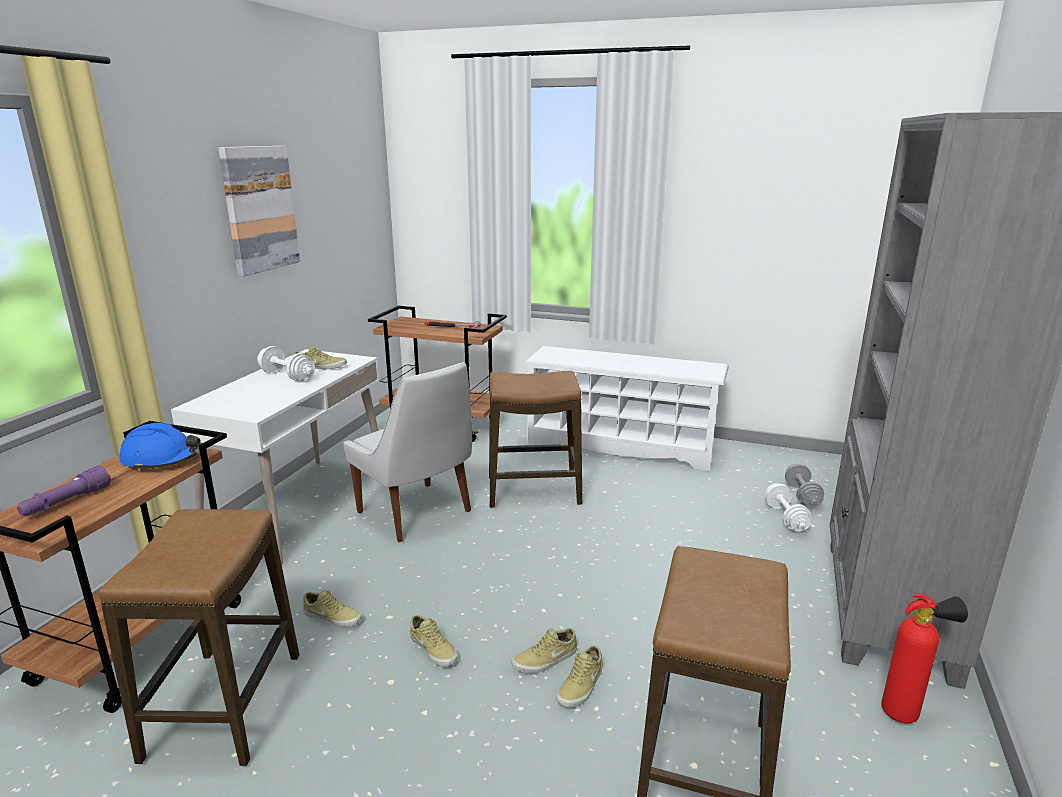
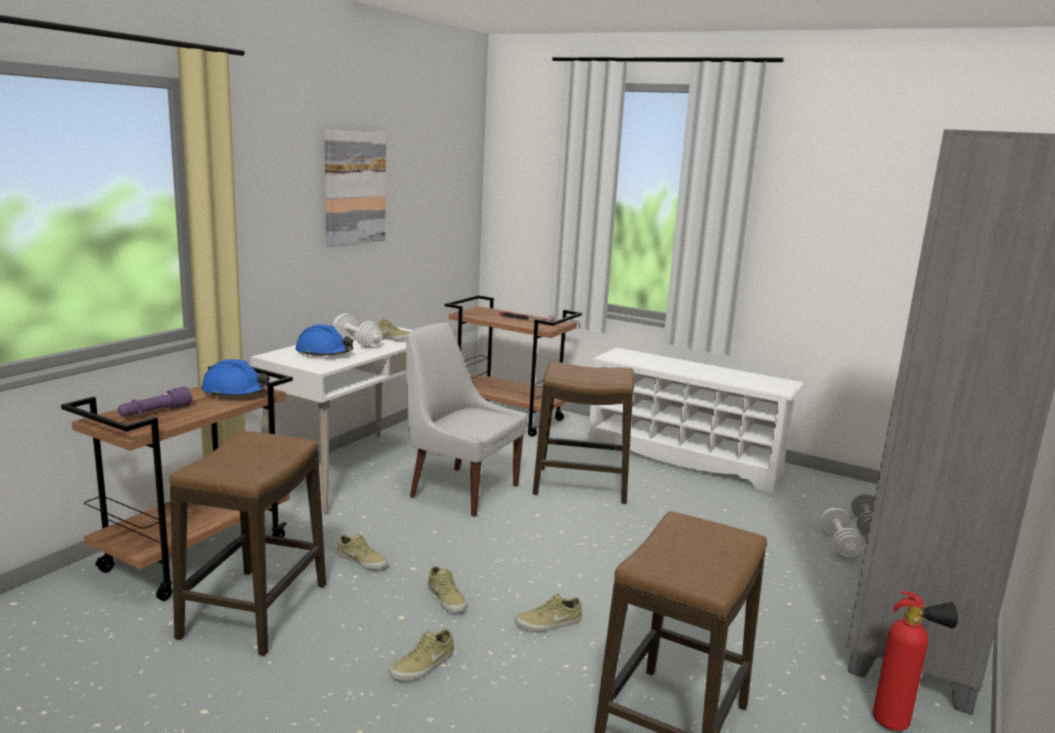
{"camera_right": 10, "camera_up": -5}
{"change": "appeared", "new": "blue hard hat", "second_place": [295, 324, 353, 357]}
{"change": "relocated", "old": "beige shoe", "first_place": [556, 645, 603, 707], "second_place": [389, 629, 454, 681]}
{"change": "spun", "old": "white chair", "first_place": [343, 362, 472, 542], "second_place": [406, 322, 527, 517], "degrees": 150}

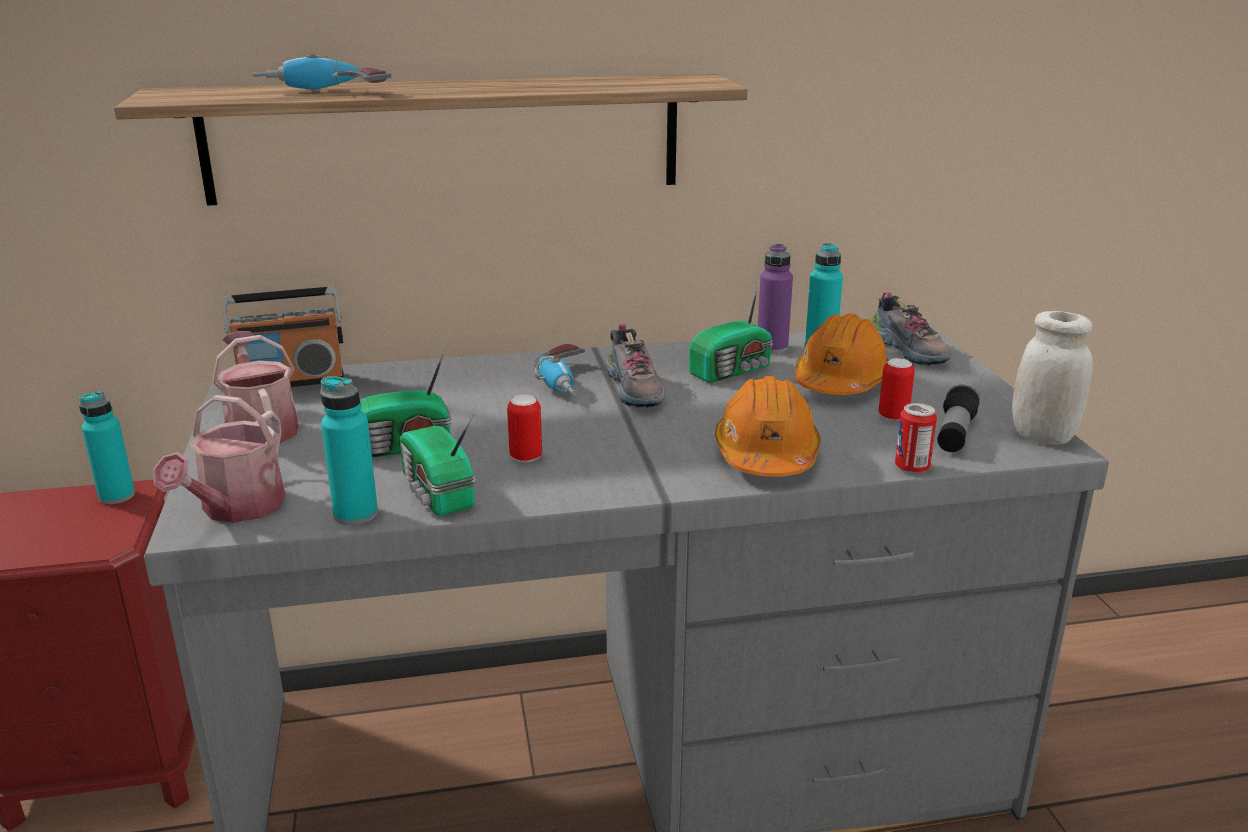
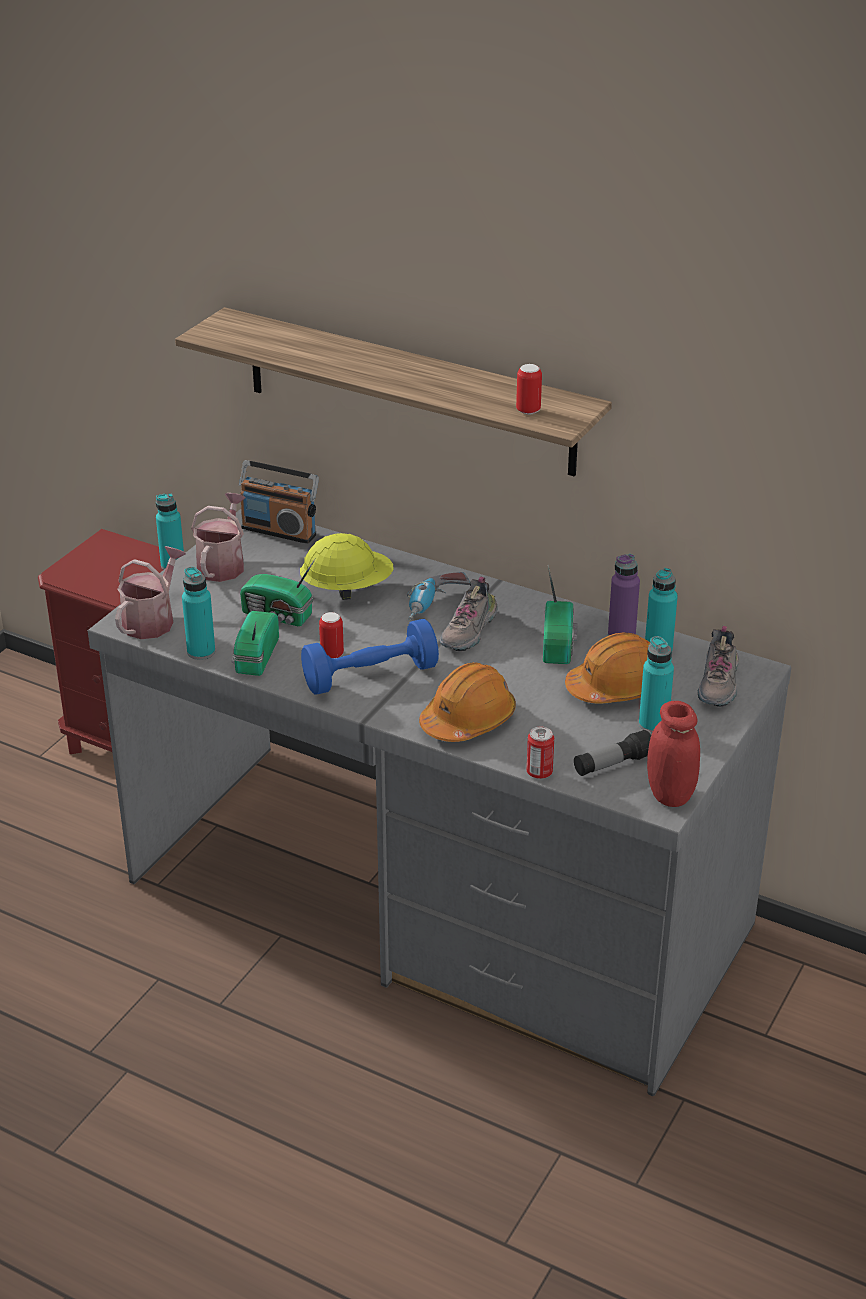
{"camera_right": 40, "camera_up": 10}
{"change": "missing", "old": "power drill", "first_place": [253, 54, 391, 92]}
{"change": "appeared", "new": "yellow hard hat", "second_place": [300, 533, 393, 600]}
{"change": "appeared", "new": "blue dumbbell", "second_place": [301, 619, 439, 694]}
{"change": "appeared", "new": "turquoise bottle", "second_place": [639, 636, 674, 732]}
{"change": "relocated", "old": "can", "first_place": [879, 358, 915, 421], "second_place": [516, 364, 542, 414]}
{"change": "colour", "old": "white jar", "new": "red jar", "first_place": [1012, 311, 1093, 445], "second_place": [647, 701, 700, 807]}
{"change": "spun", "old": "watering can", "first_place": [153, 395, 285, 523], "second_place": [115, 546, 186, 639], "degrees": 150}
{"change": "spun", "old": "radio", "first_place": [689, 280, 773, 383], "second_place": [543, 565, 577, 664], "degrees": -90}

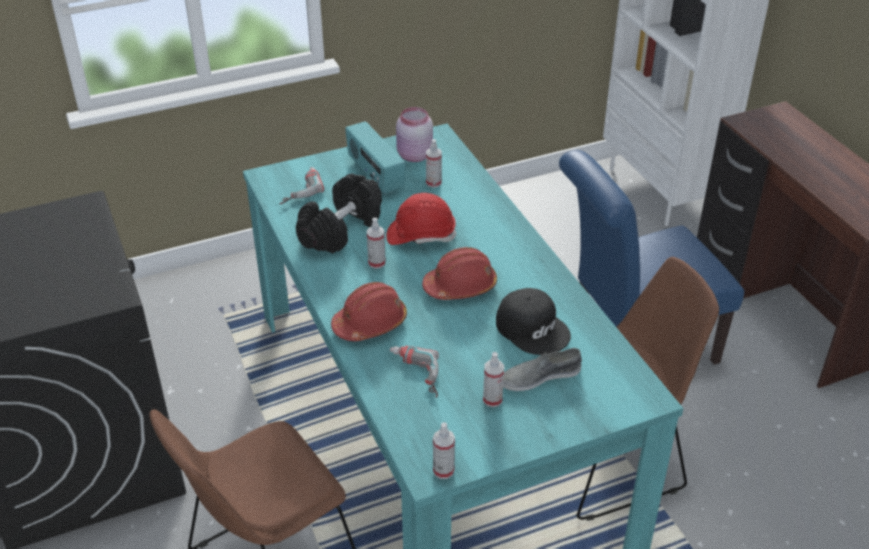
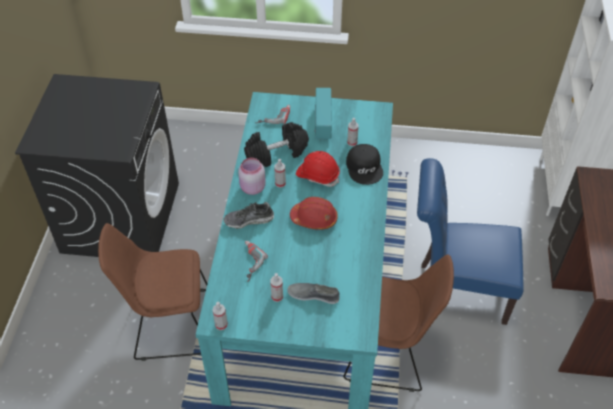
{"camera_right": 30, "camera_up": 10}
{"change": "relocated", "old": "pink jar", "first_place": [396, 107, 433, 162], "second_place": [238, 158, 266, 195]}
{"change": "relocated", "old": "black cap", "first_place": [496, 288, 571, 355], "second_place": [346, 144, 383, 185]}
{"change": "exchanged", "old": "red hard hat", "new": "shoe", "first_place": [331, 282, 407, 341], "second_place": [224, 202, 274, 229]}

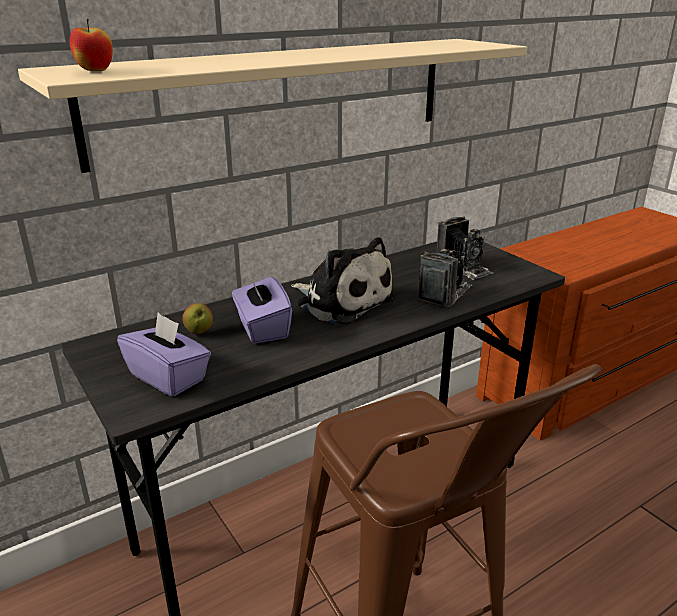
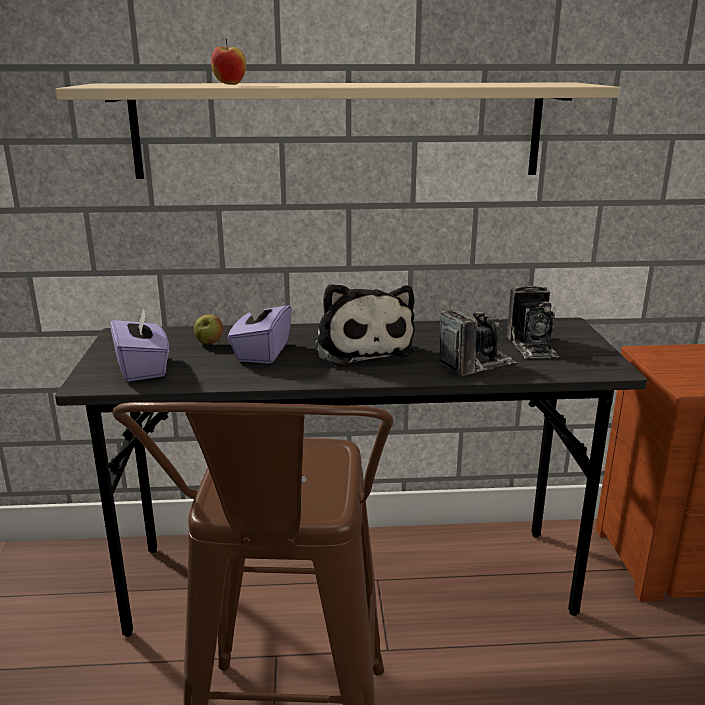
{"camera_right": 30, "camera_up": -5}
{"change": "relocated", "old": "apple", "first_place": [70, 19, 113, 71], "second_place": [211, 39, 246, 85]}

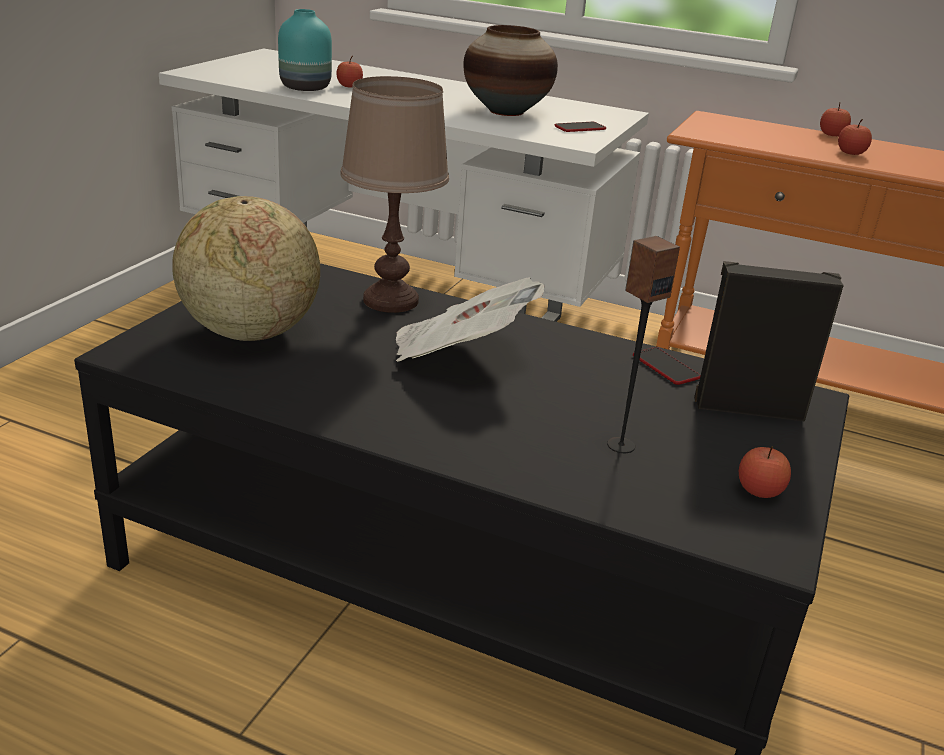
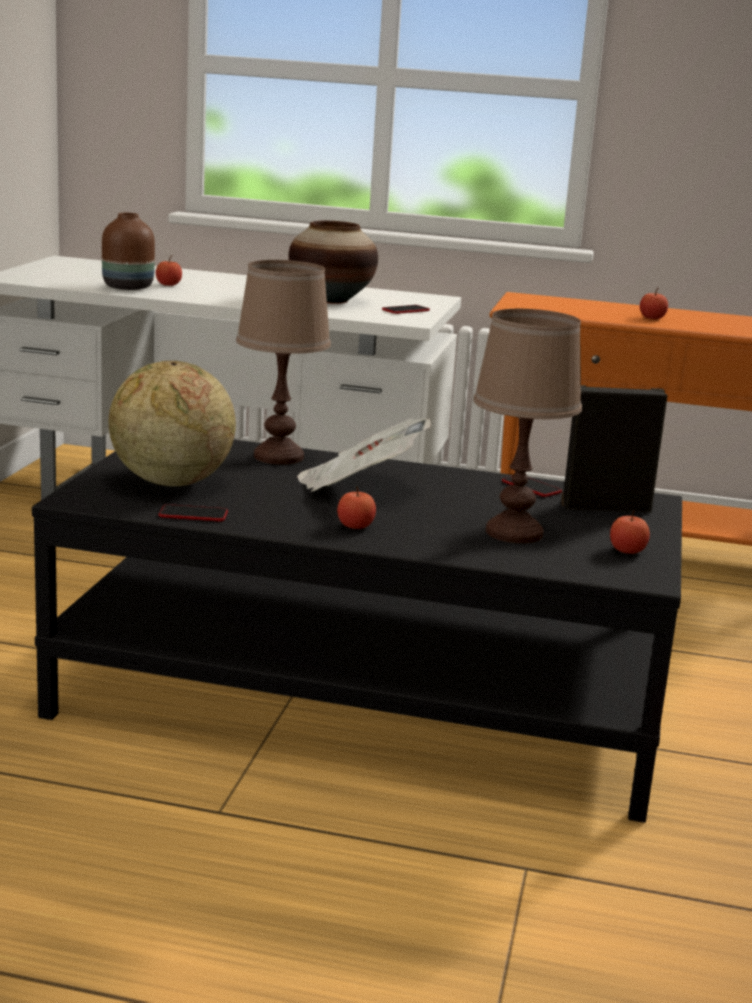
{"camera_right": -10, "camera_up": -10}
{"change": "appeared", "new": "phone", "second_place": [159, 504, 228, 521]}
{"change": "relocated", "old": "apple", "first_place": [820, 103, 851, 136], "second_place": [337, 486, 376, 529]}
{"change": "exchanged", "old": "speaker", "new": "brown table lamp", "first_place": [607, 236, 680, 453], "second_place": [473, 309, 582, 543]}
{"change": "colour", "old": "turquoise vase", "new": "brown vase", "first_place": [278, 9, 332, 91], "second_place": [102, 213, 155, 290]}

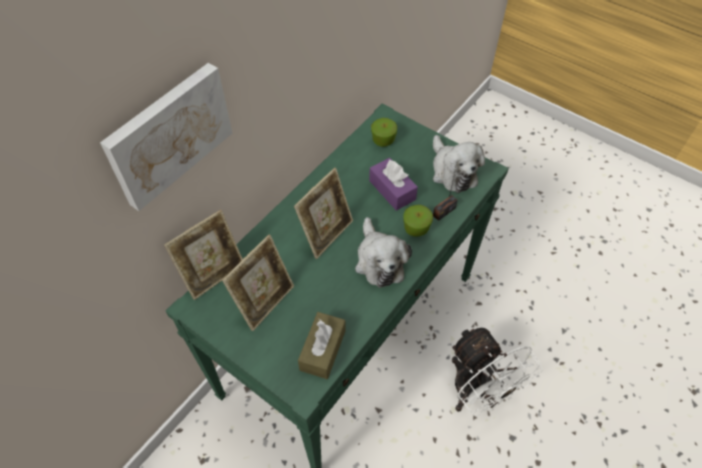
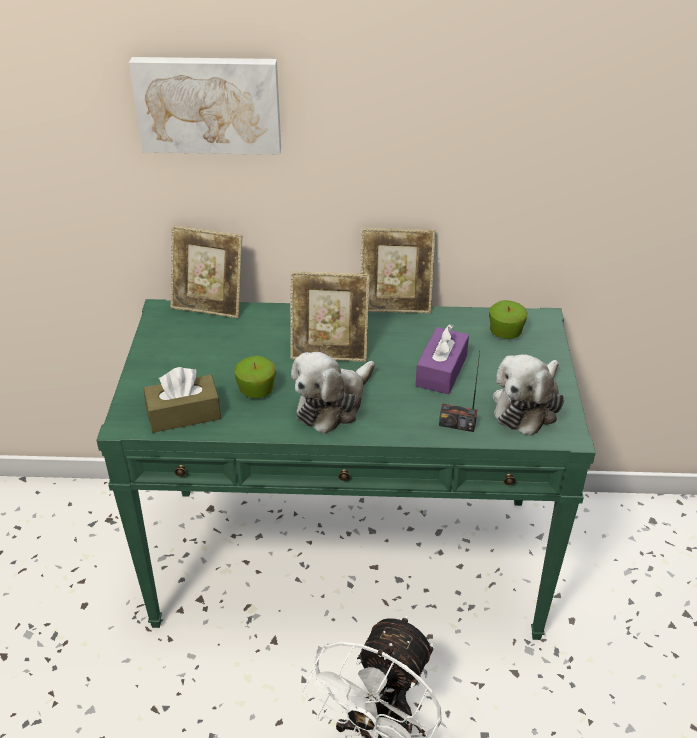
{"camera_right": 55, "camera_up": -15}
{"change": "relocated", "old": "picture frame", "first_place": [222, 235, 294, 331], "second_place": [360, 228, 436, 313]}
{"change": "relocated", "old": "apple", "first_place": [403, 205, 433, 237], "second_place": [234, 356, 276, 398]}

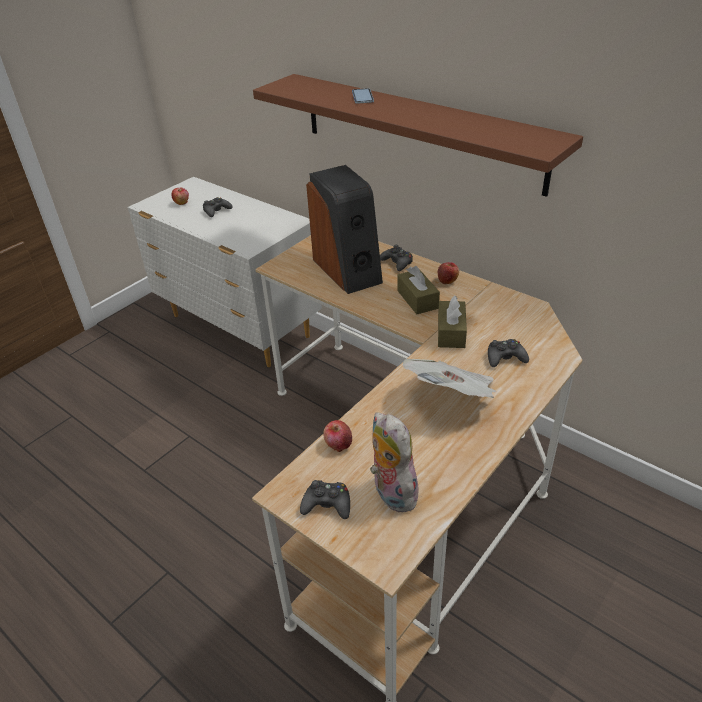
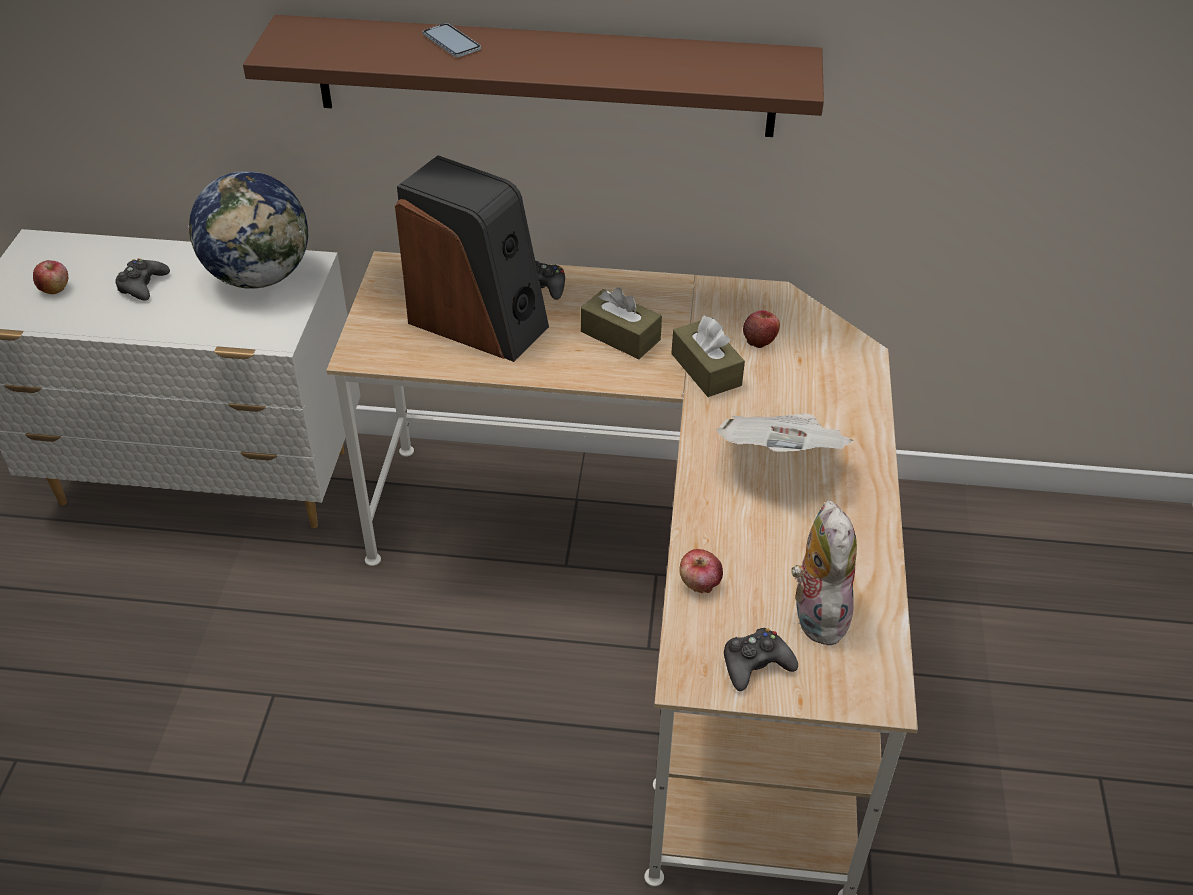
{"camera_right": -35, "camera_up": 5}
{"change": "missing", "old": "black game controller", "first_place": [488, 339, 529, 367]}
{"change": "appeared", "new": "globe", "second_place": [188, 171, 308, 289]}
{"change": "relocated", "old": "apple", "first_place": [438, 262, 459, 284], "second_place": [743, 310, 780, 348]}
{"change": "spun", "old": "plush toy", "first_place": [370, 413, 422, 512], "second_place": [791, 500, 857, 646], "degrees": 60}

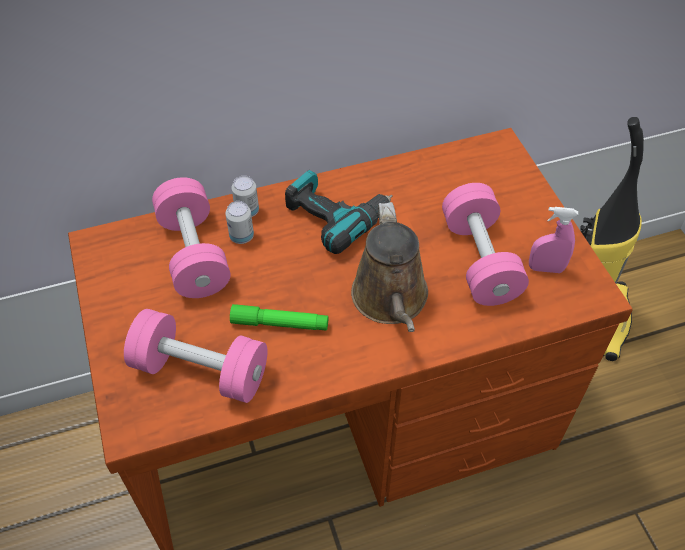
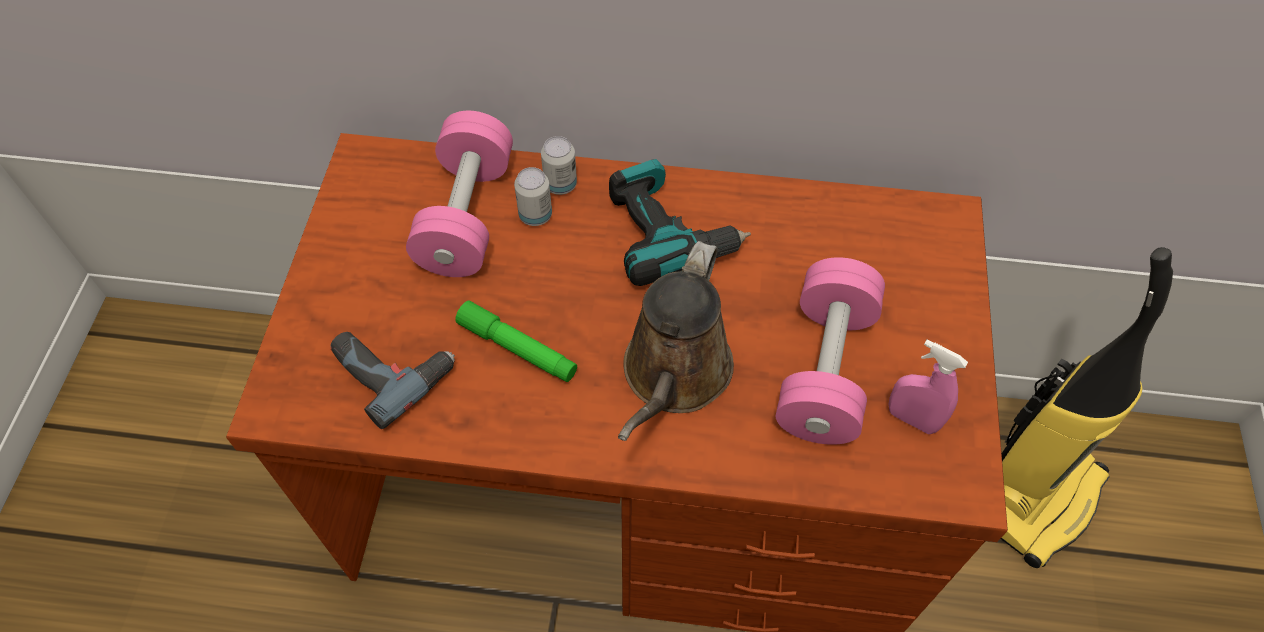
{"camera_right": 25, "camera_up": 5}
{"change": "exchanged", "old": "pink dumbbell", "new": "power drill", "first_place": [124, 309, 267, 403], "second_place": [331, 332, 455, 429]}

